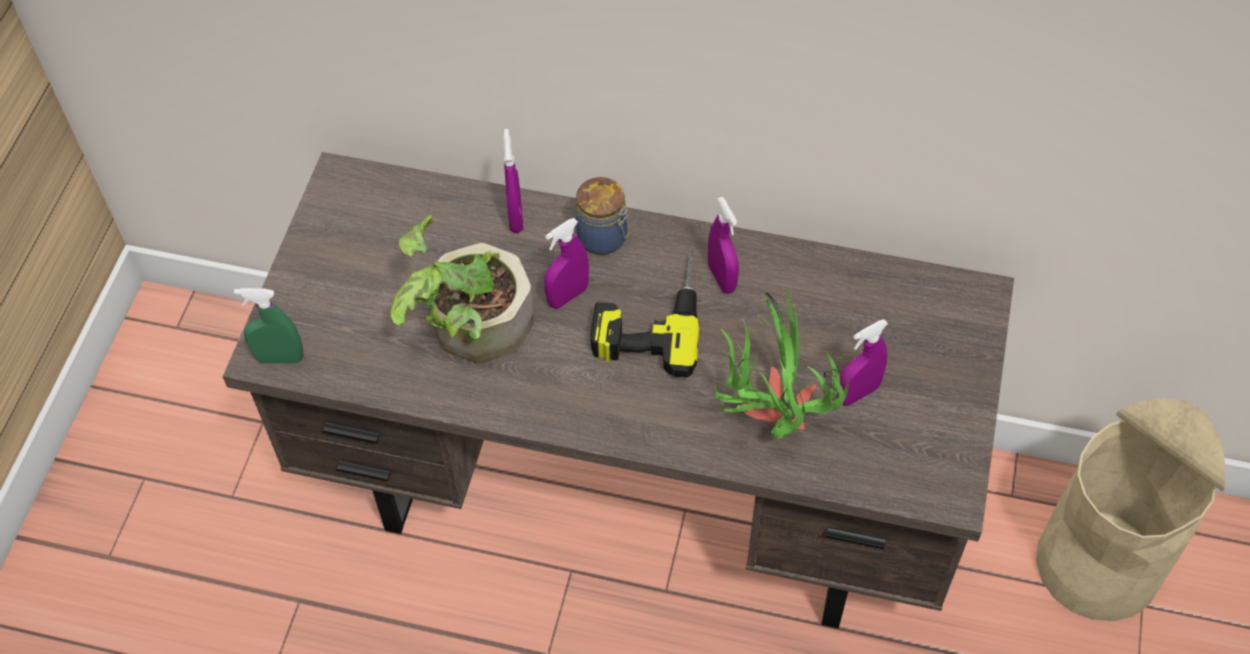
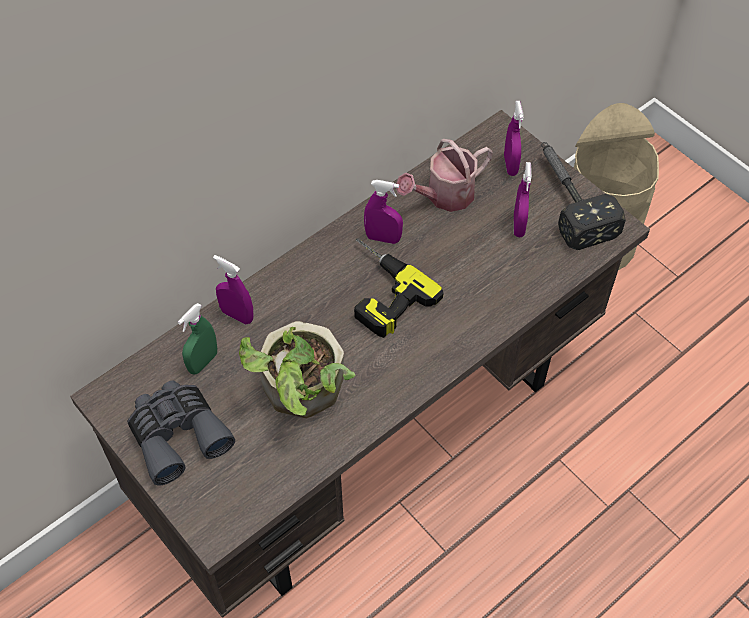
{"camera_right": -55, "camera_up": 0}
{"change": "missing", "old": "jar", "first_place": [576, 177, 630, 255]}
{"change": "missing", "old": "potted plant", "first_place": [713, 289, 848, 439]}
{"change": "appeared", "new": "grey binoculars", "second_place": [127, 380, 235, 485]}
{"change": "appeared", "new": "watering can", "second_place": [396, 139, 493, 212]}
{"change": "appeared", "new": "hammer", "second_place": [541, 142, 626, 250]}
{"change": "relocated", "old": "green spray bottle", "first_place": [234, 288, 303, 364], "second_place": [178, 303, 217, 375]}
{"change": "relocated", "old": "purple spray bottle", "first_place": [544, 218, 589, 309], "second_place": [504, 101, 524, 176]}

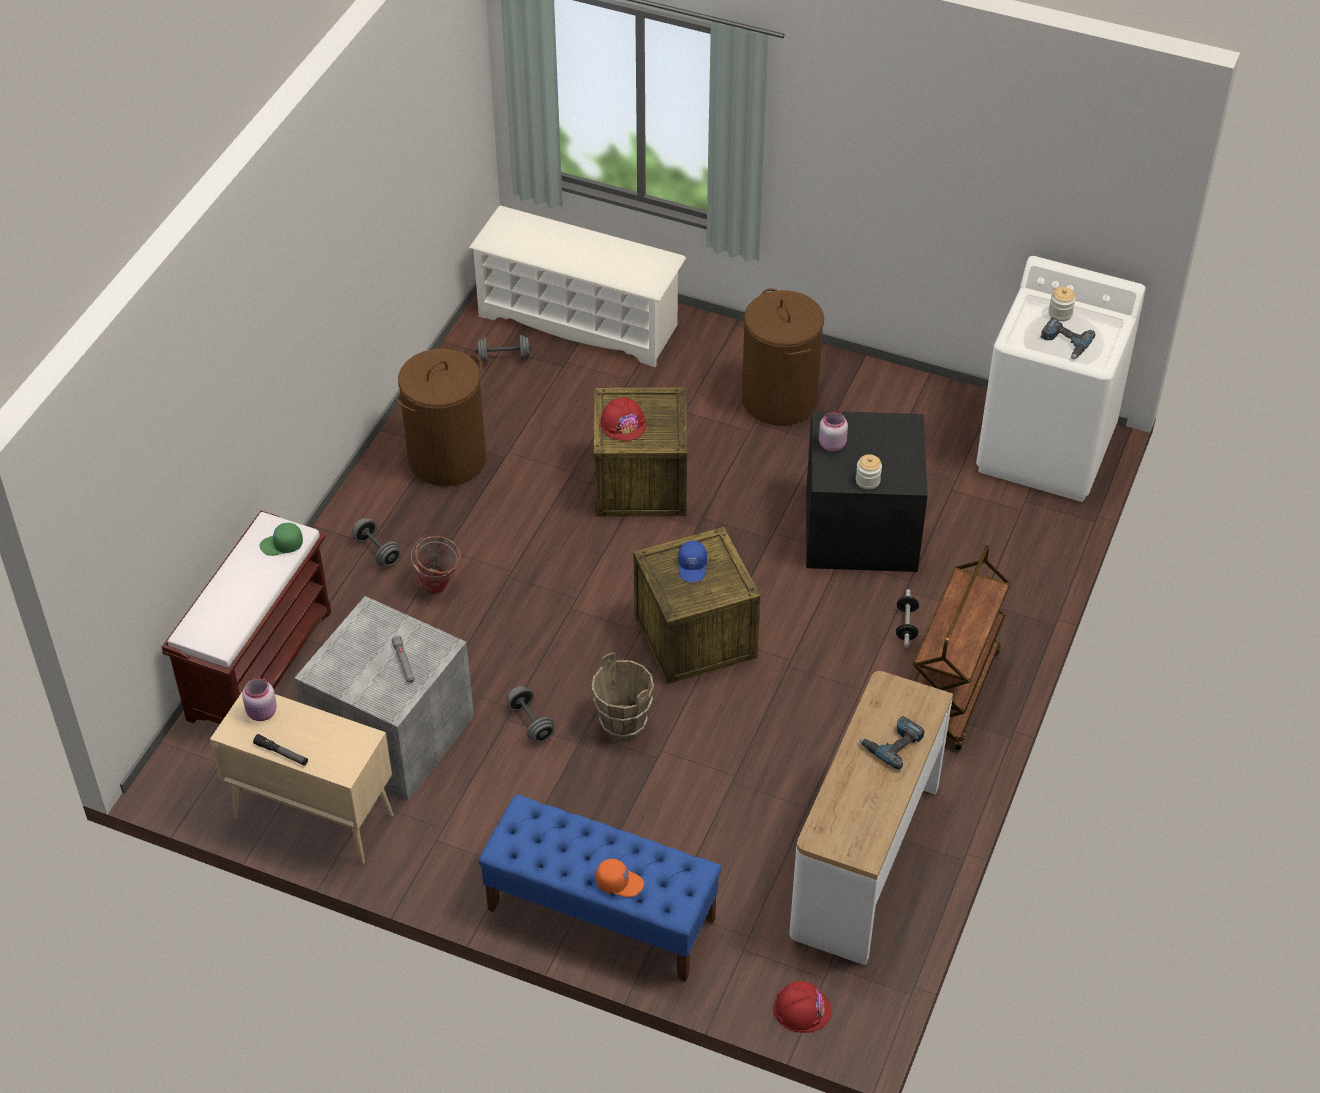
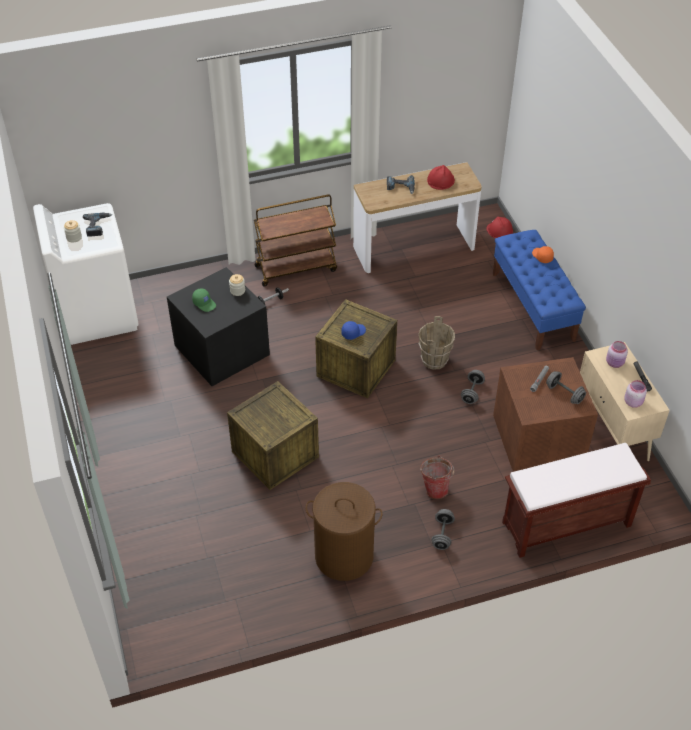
{"camera_right": -130, "camera_up": 0}
{"change": "missing", "old": "white shoe rack", "first_place": [469, 206, 686, 367]}
{"change": "missing", "old": "brown laundry basket", "first_place": [742, 288, 824, 425]}
{"change": "relocated", "old": "green cap", "first_place": [260, 522, 303, 556], "second_place": [192, 288, 216, 312]}
{"change": "relocated", "old": "grey dumbbell", "first_place": [476, 335, 531, 363], "second_place": [546, 371, 586, 404]}
{"change": "relocated", "old": "red hard hat", "first_place": [600, 397, 646, 441], "second_place": [427, 165, 455, 190]}
{"change": "relocated", "old": "pink jar", "first_place": [819, 411, 848, 452], "second_place": [606, 341, 628, 368]}
{"change": "colour", "old": "grey storage box", "new": "brown storage box", "first_place": [294, 596, 474, 801], "second_place": [493, 357, 598, 472]}

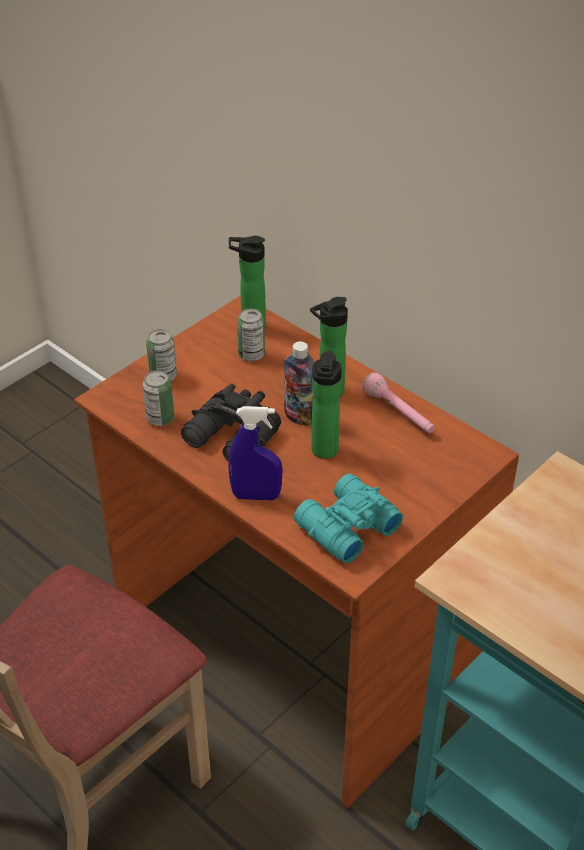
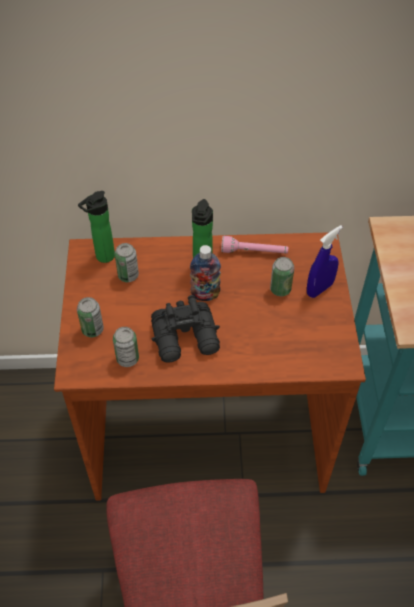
{"camera_right": -45, "camera_up": 10}
{"change": "missing", "old": "turquoise binoculars", "first_place": [294, 474, 403, 563]}
{"change": "missing", "old": "bottle", "first_place": [311, 350, 342, 459]}
{"change": "appeared", "new": "can", "second_place": [270, 257, 294, 296]}
{"change": "relocated", "old": "blue spray bottle", "first_place": [229, 406, 283, 501], "second_place": [307, 225, 343, 298]}

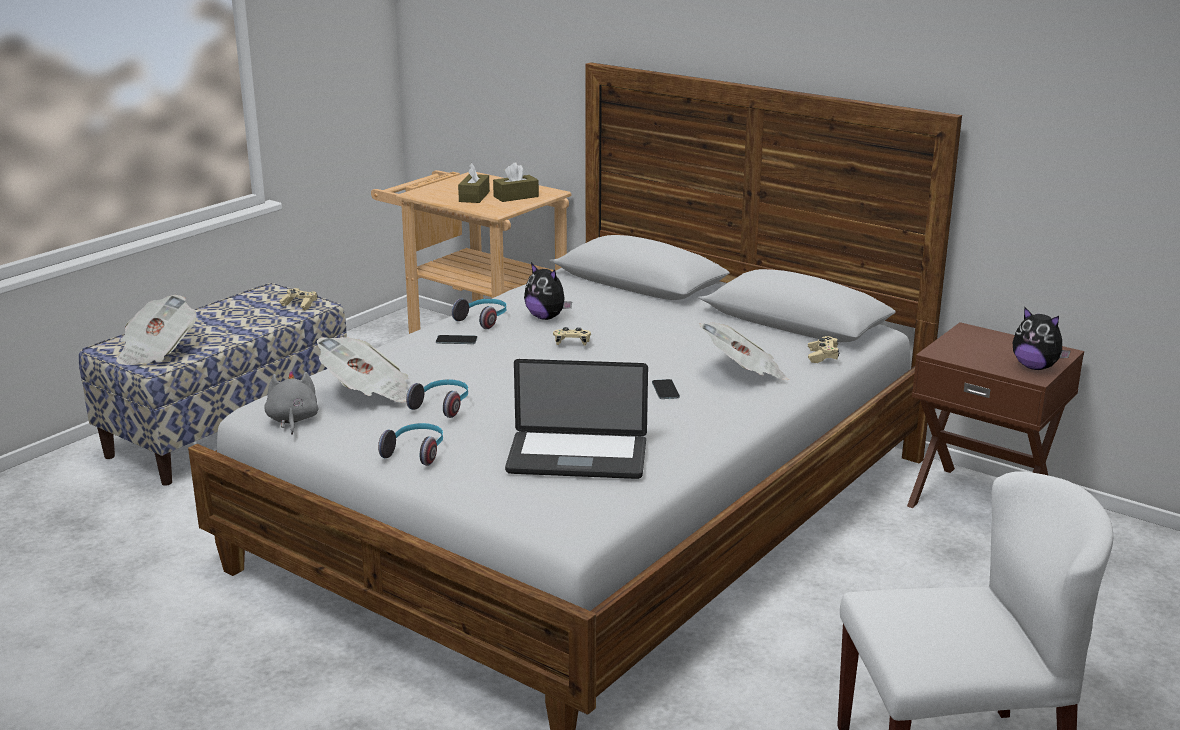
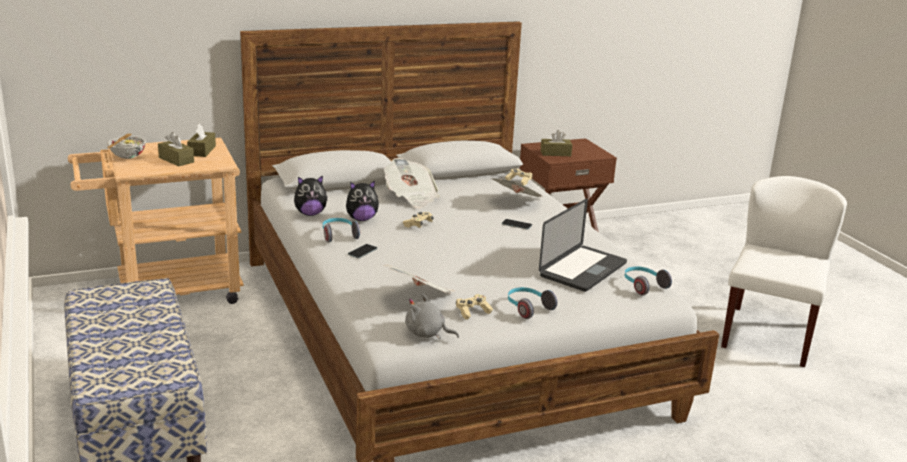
{"camera_right": -60, "camera_up": 0}
{"change": "appeared", "new": "bowl", "second_place": [107, 133, 146, 159]}
{"change": "appeared", "new": "brown tissue box", "second_place": [540, 130, 572, 156]}
{"change": "relocated", "old": "newspaper", "first_place": [116, 295, 197, 365], "second_place": [384, 158, 440, 208]}
{"change": "relocated", "old": "beige game controller", "first_place": [279, 288, 318, 310], "second_place": [456, 294, 493, 320]}
{"change": "relocated", "old": "headphones", "first_place": [406, 379, 468, 418], "second_place": [624, 266, 672, 295]}
{"change": "relocated", "old": "plush toy", "first_place": [1012, 306, 1071, 370], "second_place": [294, 175, 328, 216]}

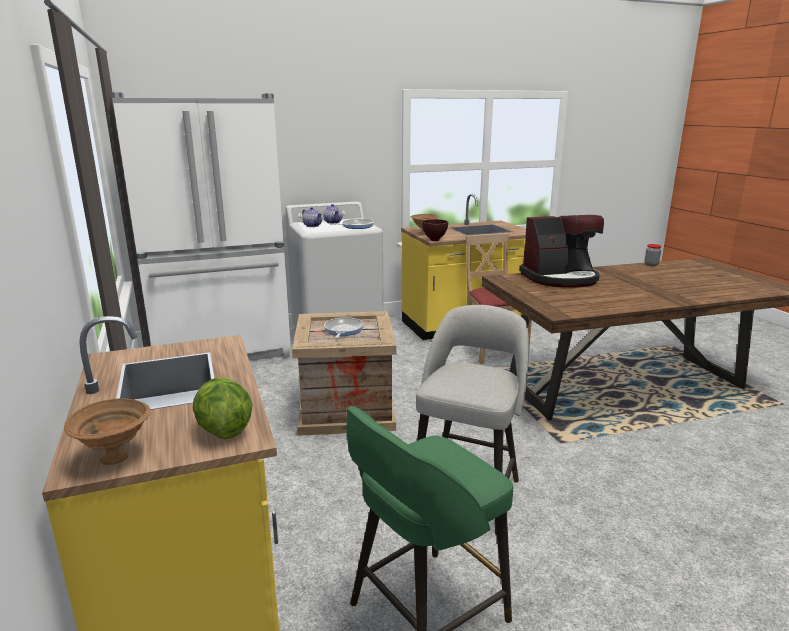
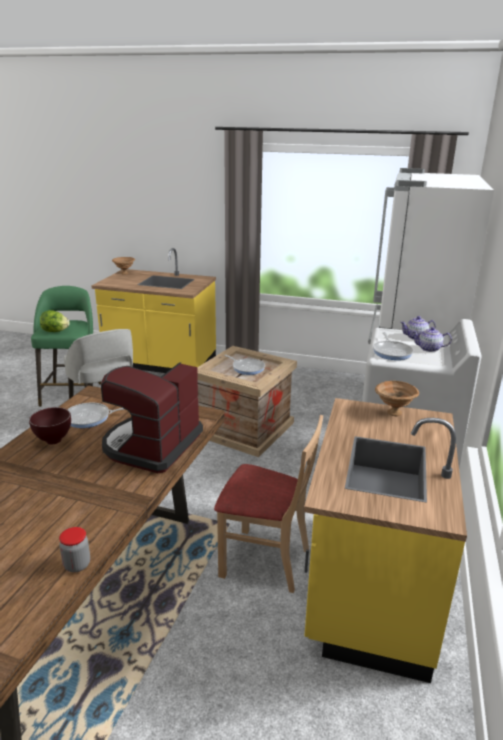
{"camera_right": 125, "camera_up": 5}
{"change": "appeared", "new": "frying pan", "second_place": [67, 403, 125, 428]}
{"change": "relocated", "old": "lettuce", "first_place": [193, 378, 253, 439], "second_place": [40, 310, 70, 332]}
{"change": "relocated", "old": "brown bowl", "first_place": [422, 219, 448, 241], "second_place": [29, 407, 71, 445]}

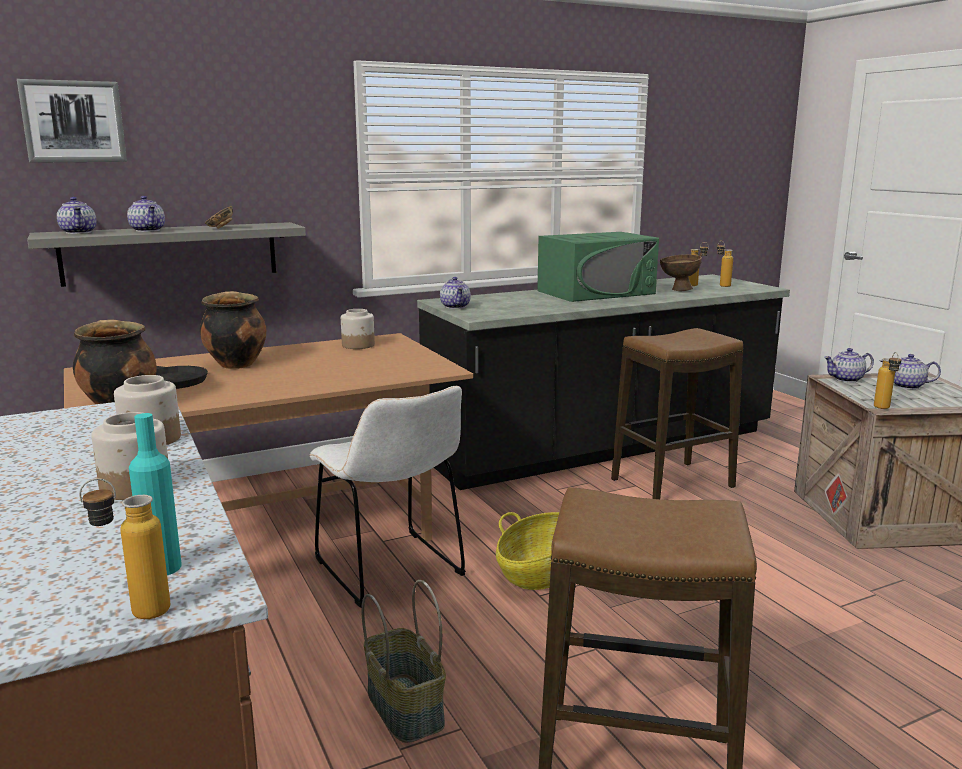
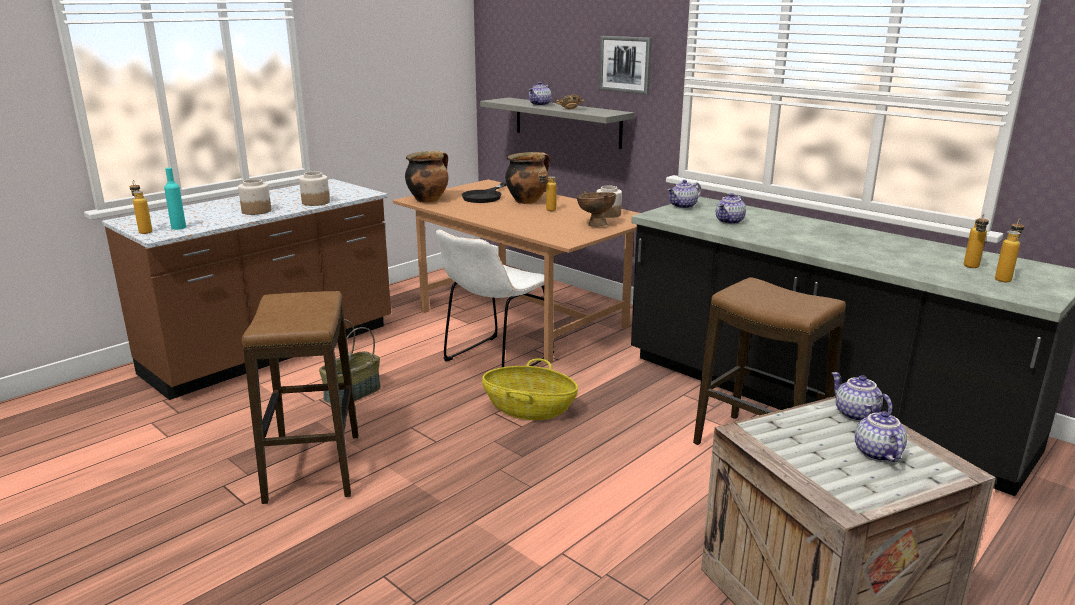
{"camera_right": 70, "camera_up": 5}
{"change": "missing", "old": "green microwave", "first_place": [537, 232, 659, 302]}
{"change": "relocated", "old": "picture", "first_place": [17, 79, 127, 163], "second_place": [599, 36, 652, 95]}
{"change": "relocated", "old": "teapot", "first_place": [57, 197, 96, 234], "second_place": [716, 193, 746, 225]}
{"change": "relocated", "old": "brown bowl", "first_place": [660, 254, 702, 291], "second_place": [577, 191, 616, 227]}
{"change": "relocated", "old": "bottle", "first_place": [874, 352, 901, 409], "second_place": [538, 170, 557, 211]}

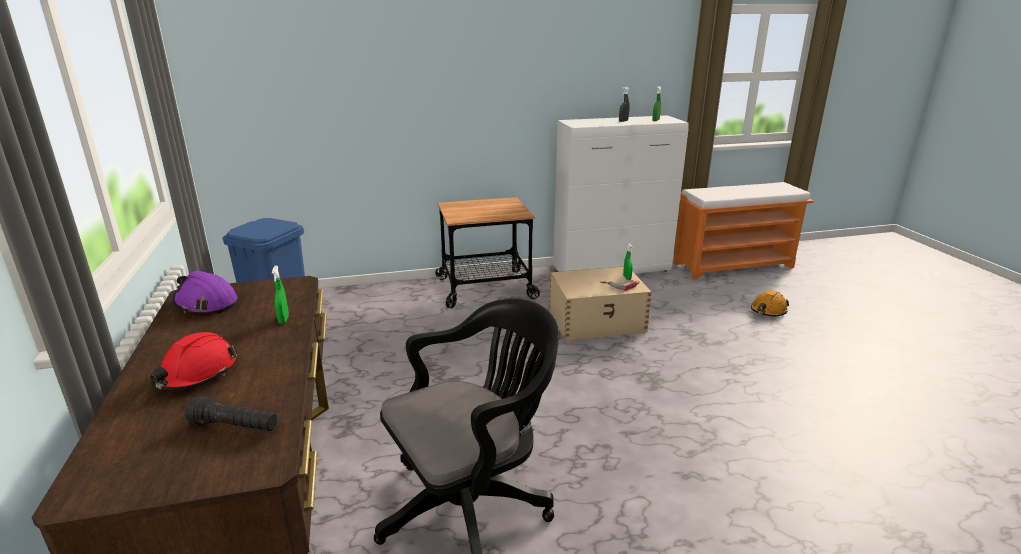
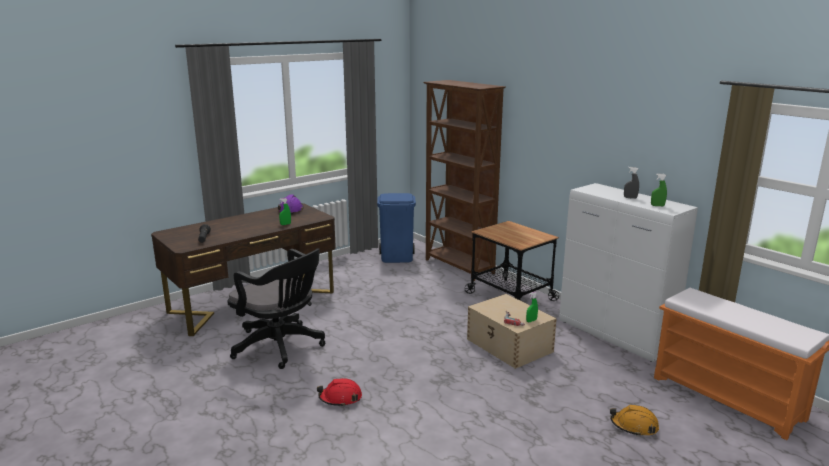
{"camera_right": 65, "camera_up": -5}
{"change": "appeared", "new": "brown bookcase", "second_place": [423, 80, 506, 281]}
{"change": "relocated", "old": "red hard hat", "first_place": [150, 332, 238, 390], "second_place": [317, 378, 362, 407]}

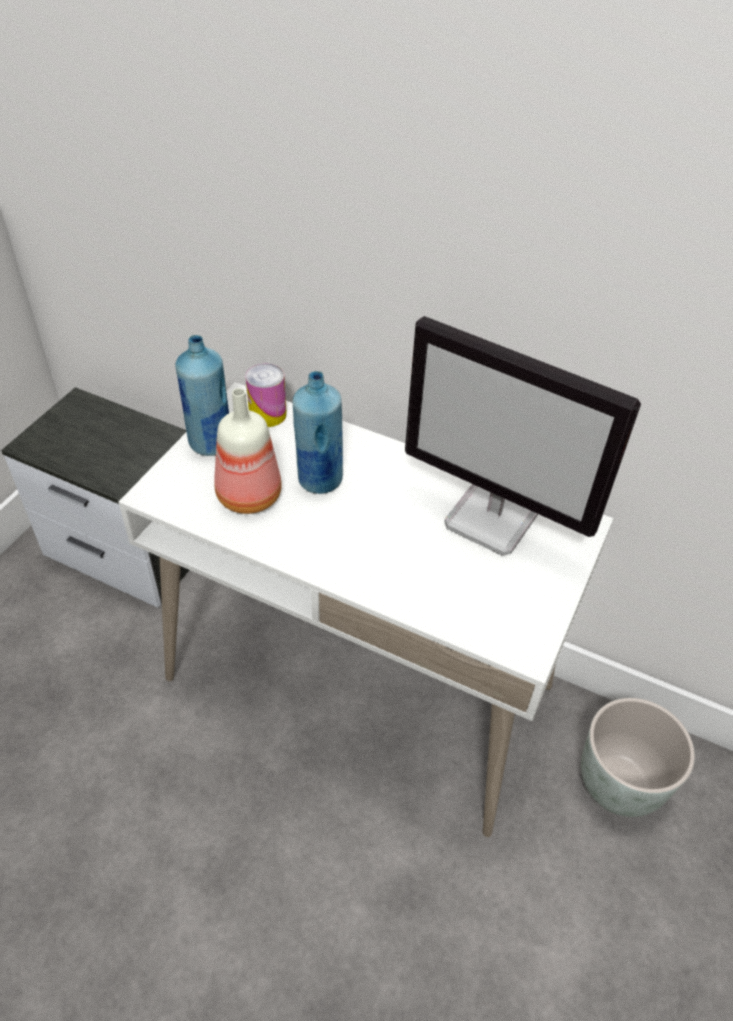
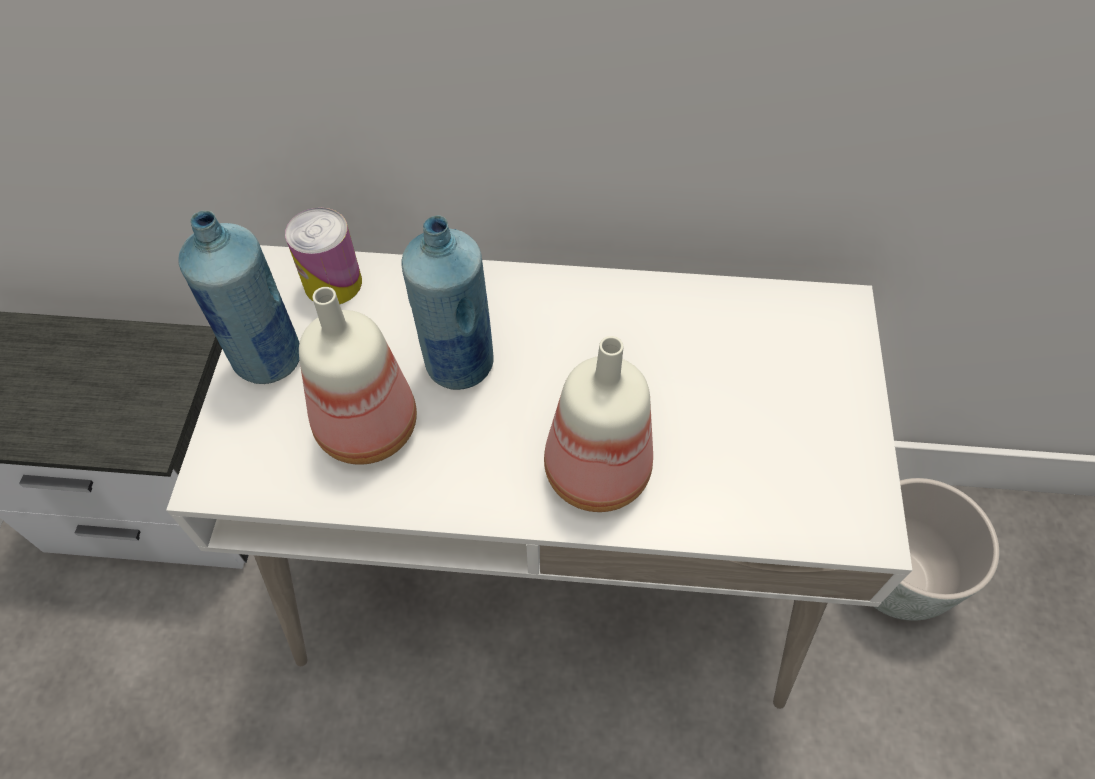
{"camera_right": -20, "camera_up": 10}
{"change": "missing", "old": "monitor", "first_place": [405, 316, 641, 555]}
{"change": "appeared", "new": "bottle", "second_place": [544, 336, 653, 512]}

